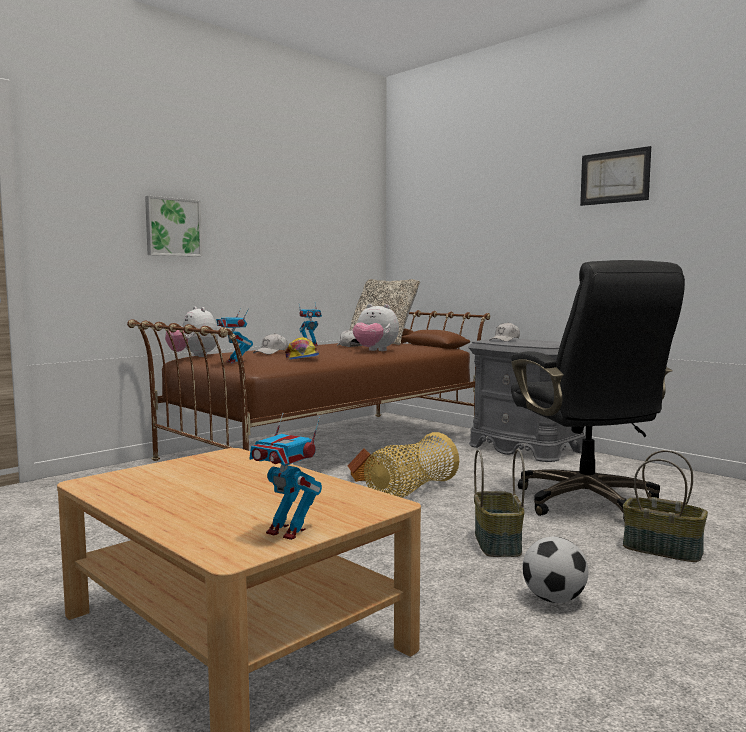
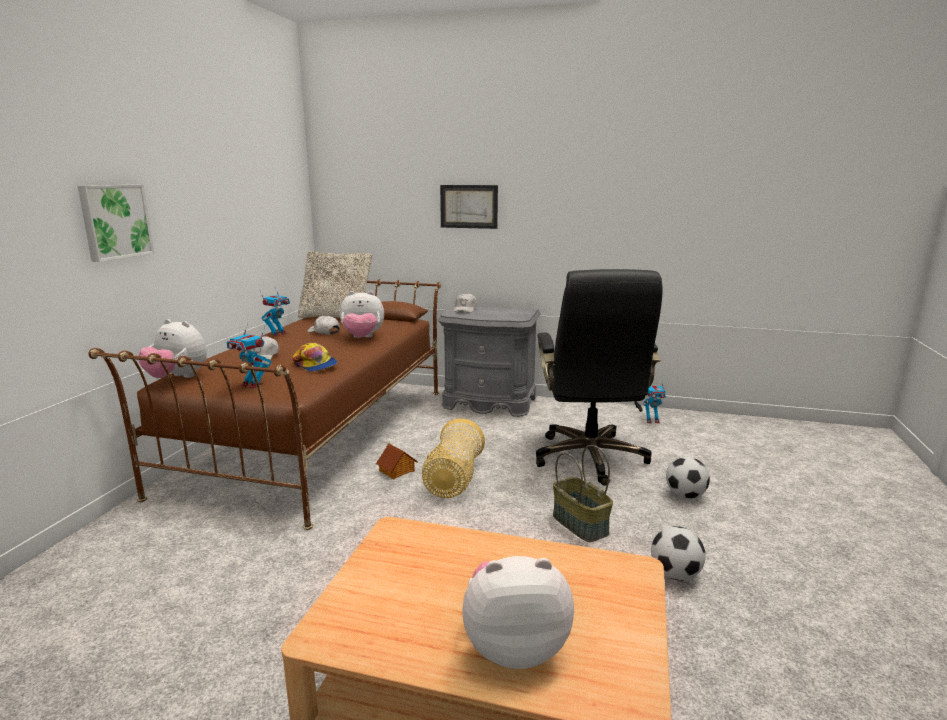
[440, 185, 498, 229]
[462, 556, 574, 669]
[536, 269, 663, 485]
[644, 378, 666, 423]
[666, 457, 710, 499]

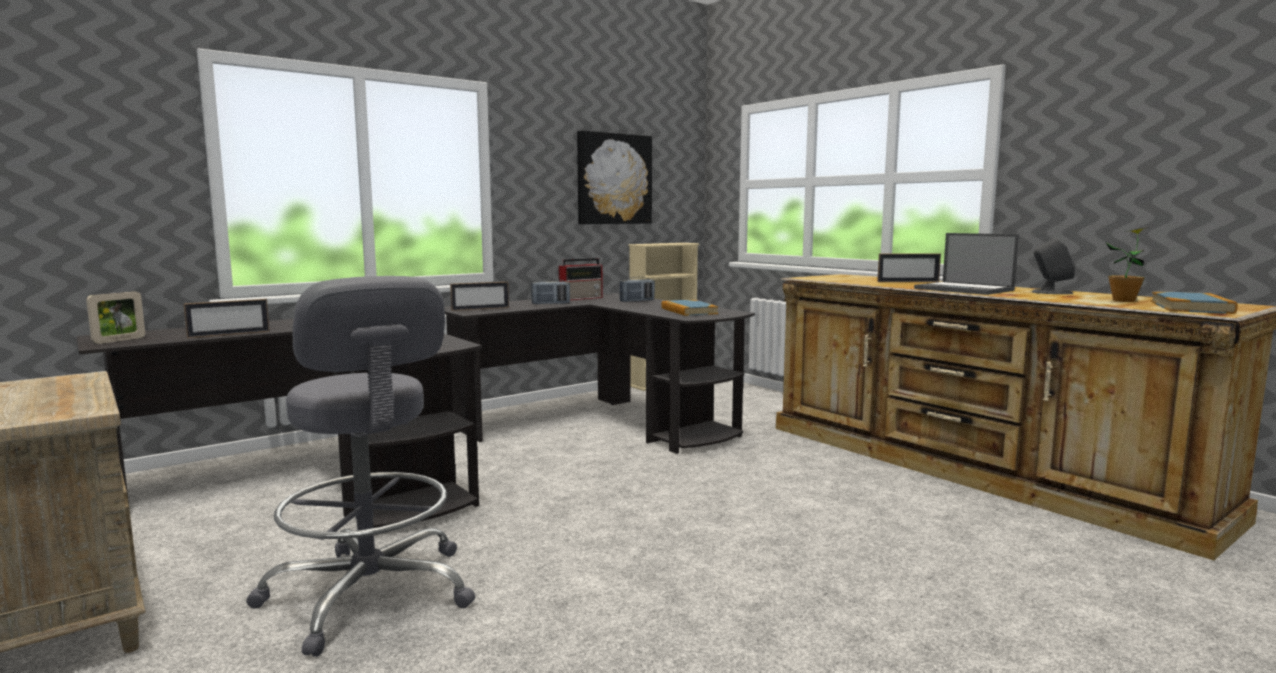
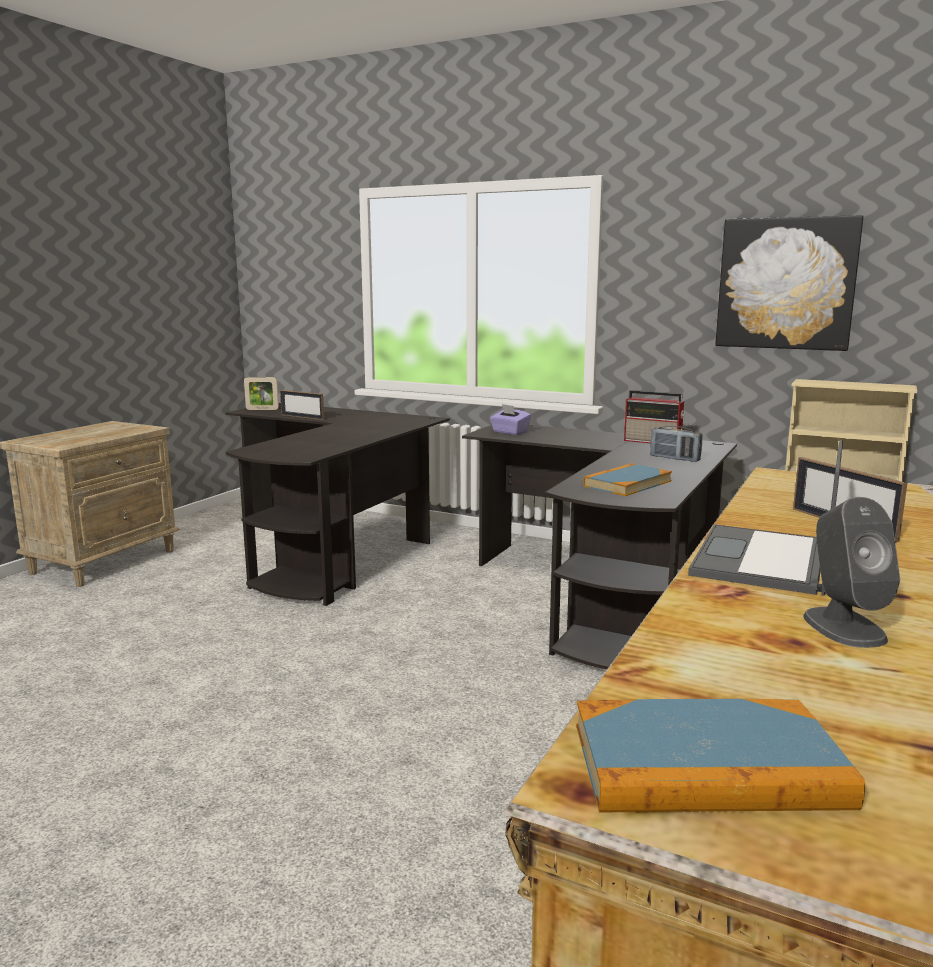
[490, 404, 531, 435]
[246, 276, 475, 657] (first image)
[531, 279, 570, 305] (first image)
[1106, 227, 1149, 302] (first image)

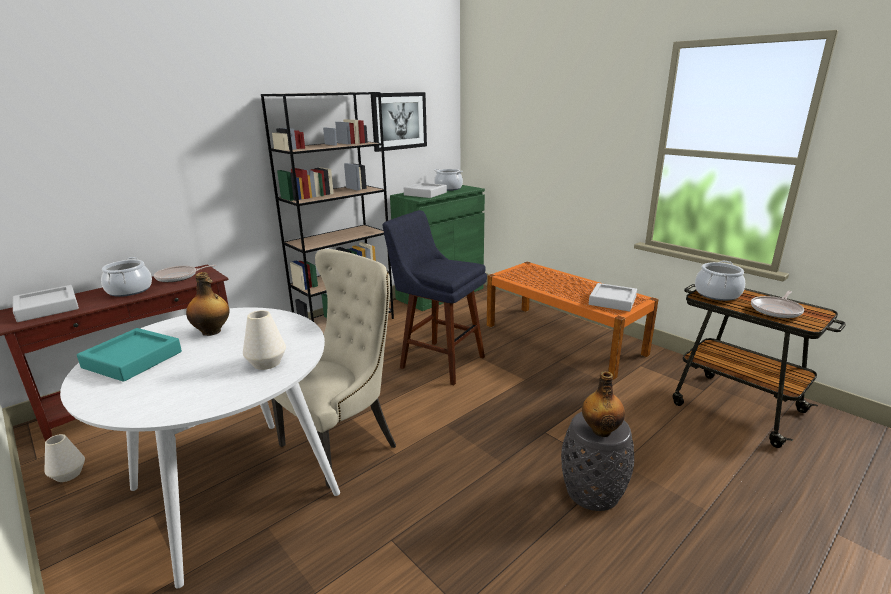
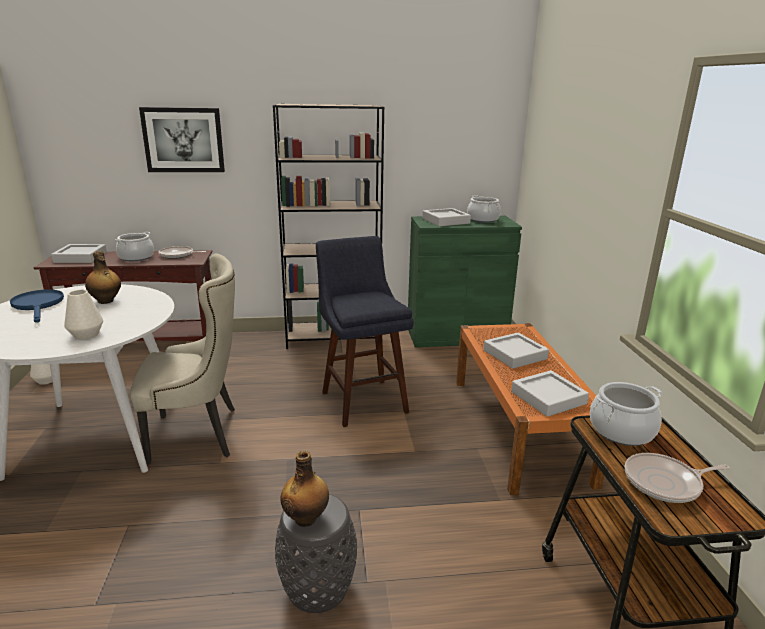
[10, 289, 64, 323]
[139, 107, 225, 172]
[483, 333, 549, 369]

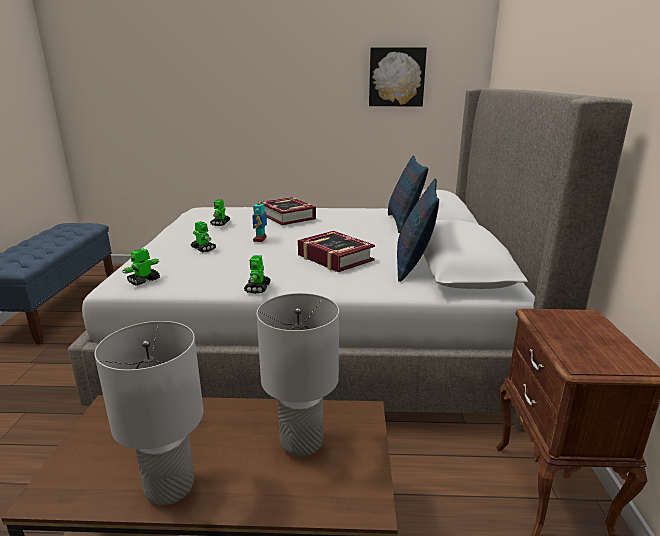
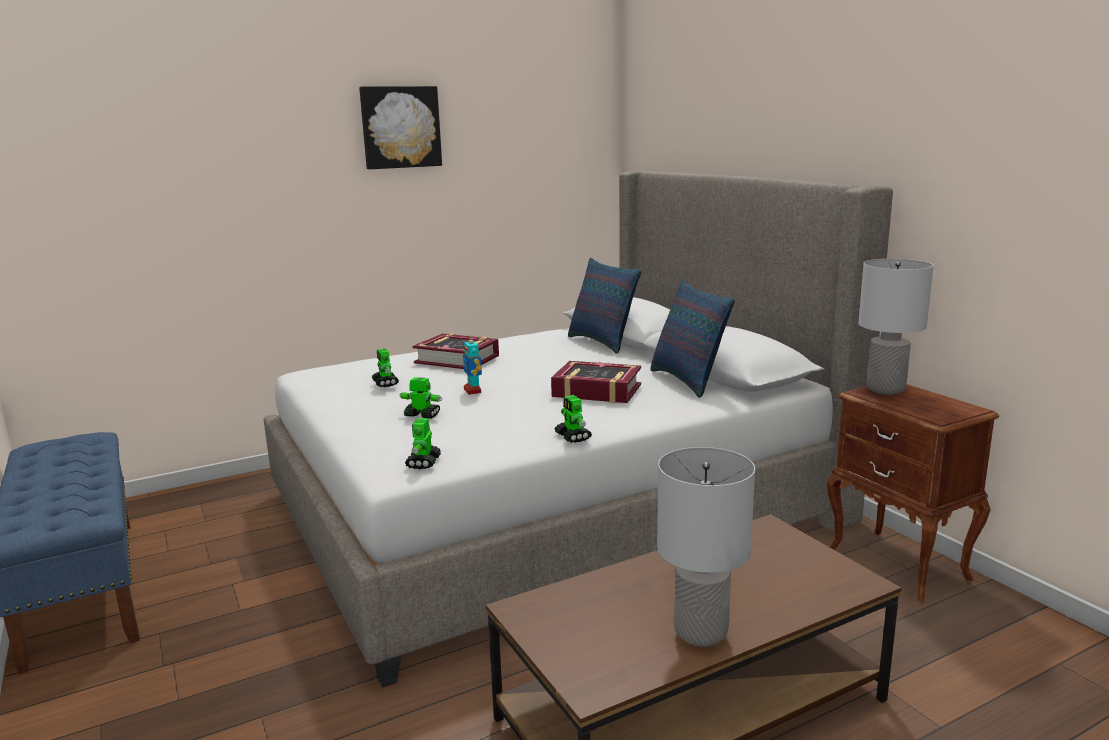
[359, 86, 442, 169]
[858, 259, 934, 395]

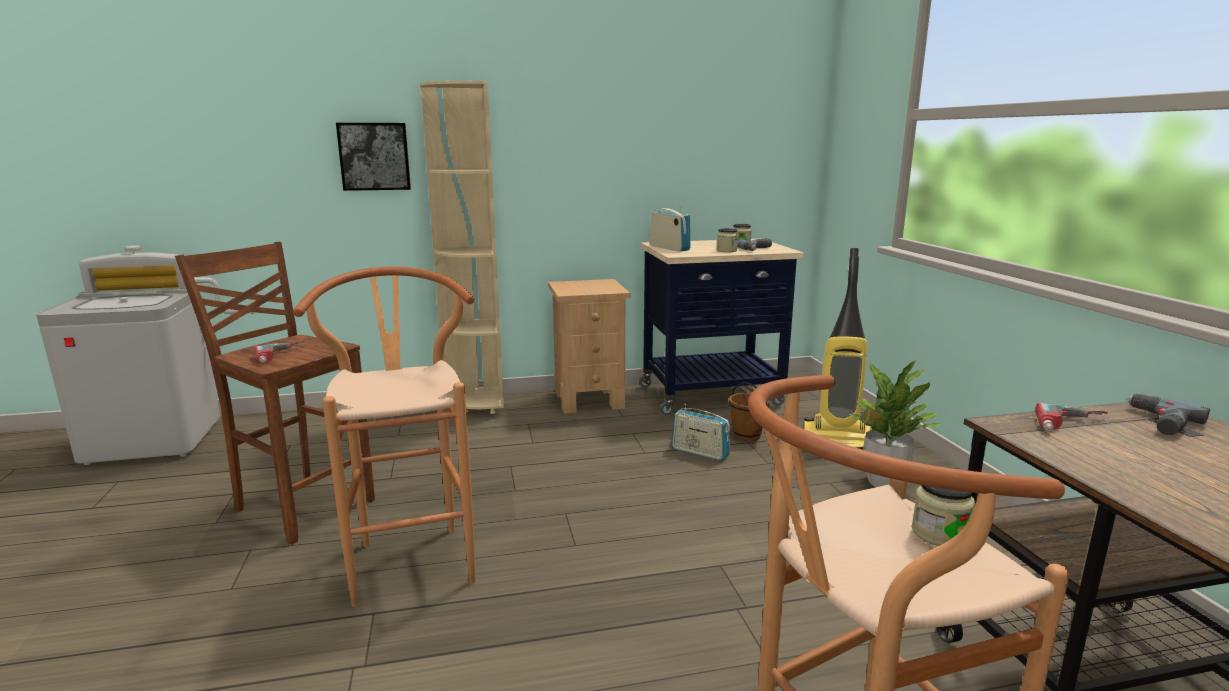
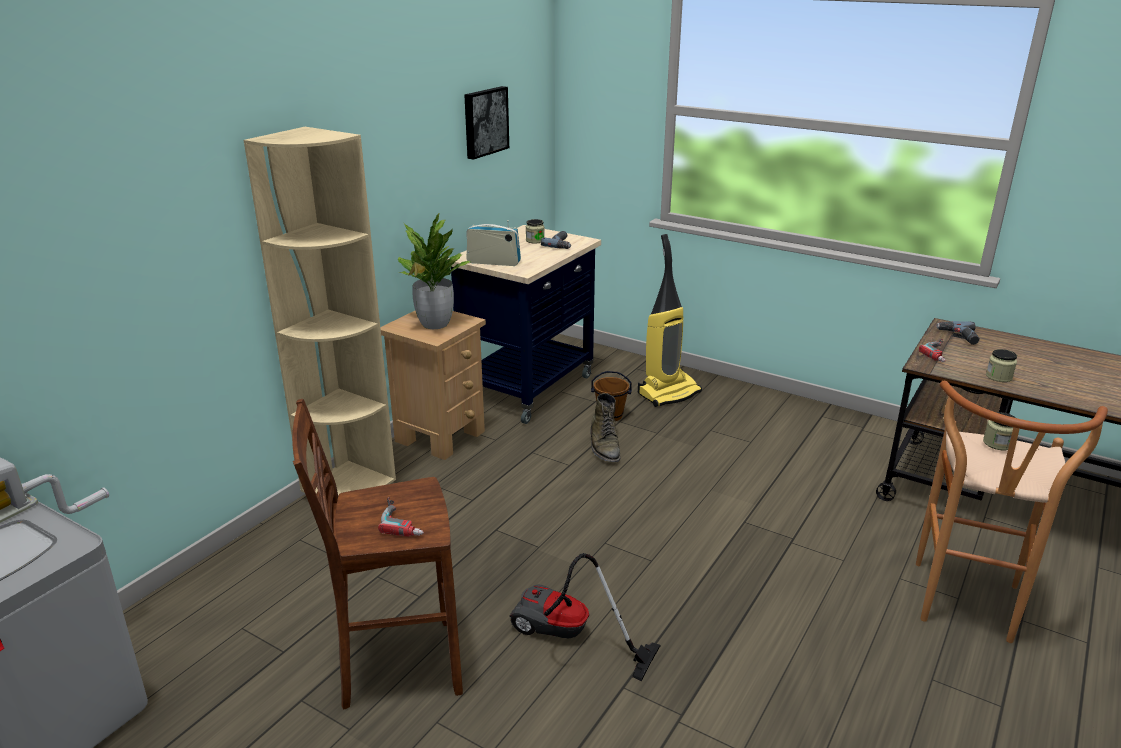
[398, 213, 470, 329]
[464, 86, 509, 160]
[510, 553, 661, 681]
[590, 393, 620, 462]
[986, 349, 1017, 382]

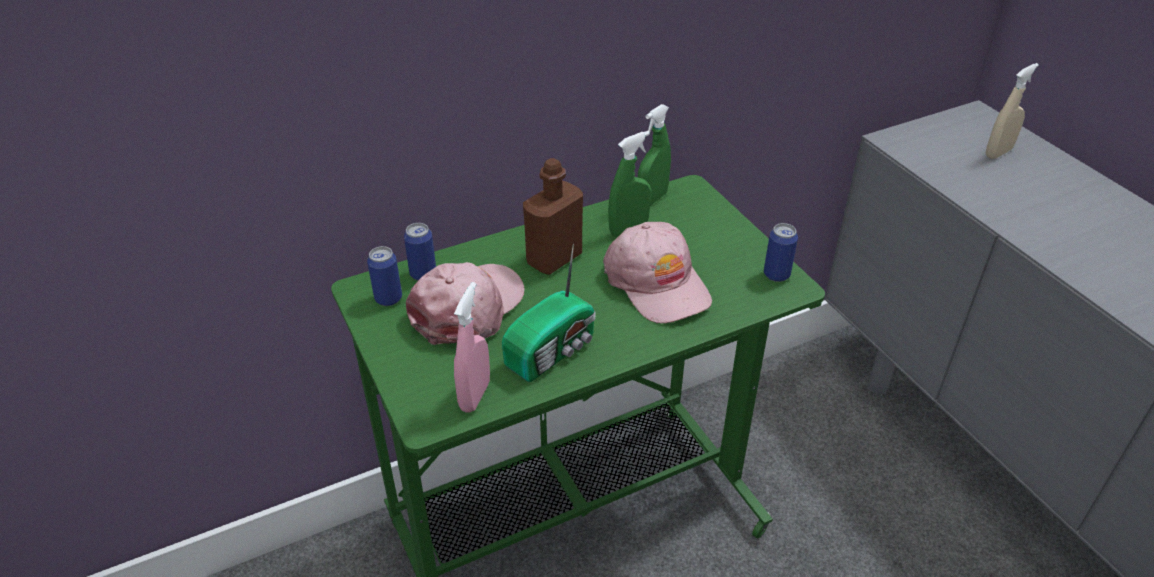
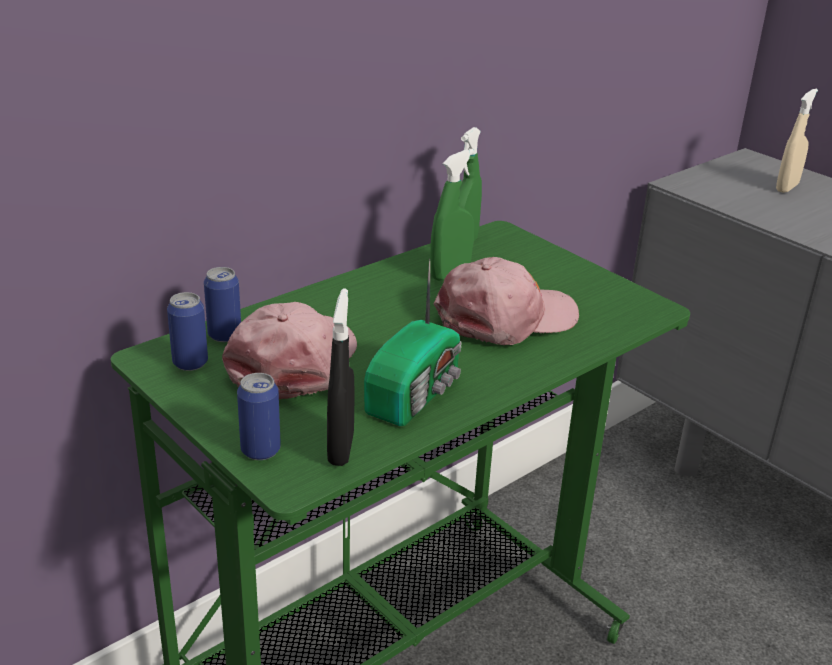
[237, 373, 281, 460]
[327, 288, 355, 466]
[434, 257, 579, 345]
[523, 158, 583, 275] (first image)

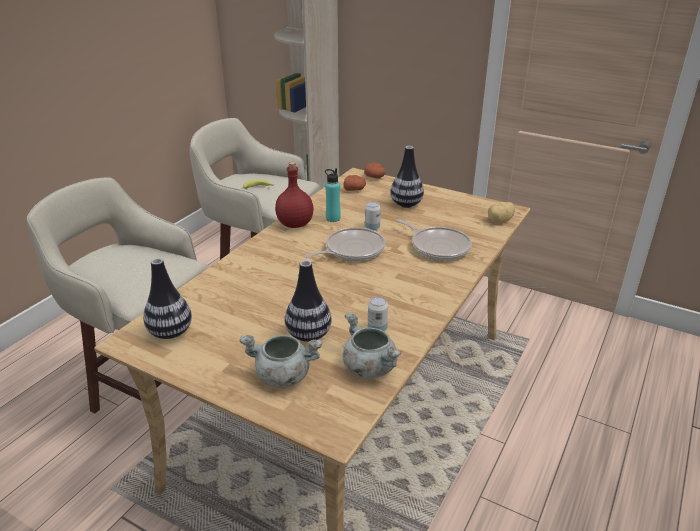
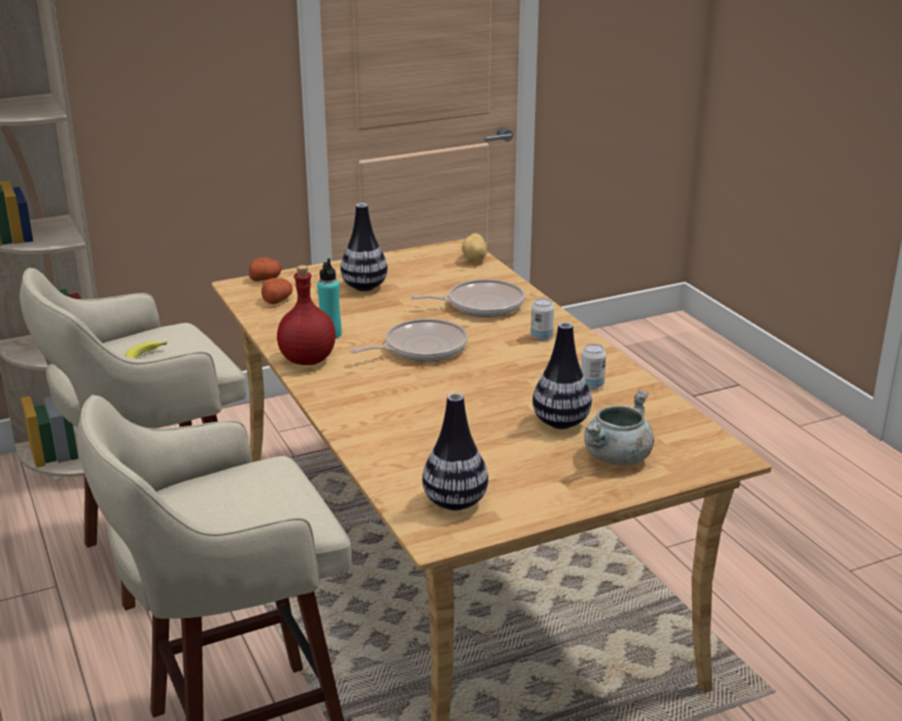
[350, 318, 468, 361]
[531, 298, 554, 341]
[343, 313, 402, 379] (first image)

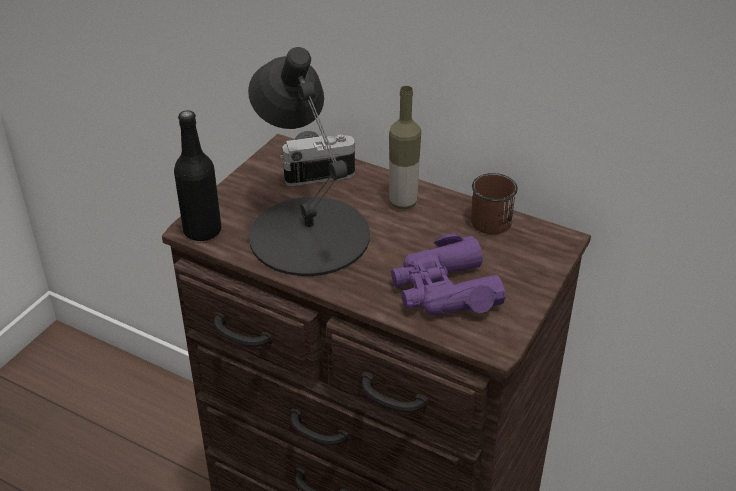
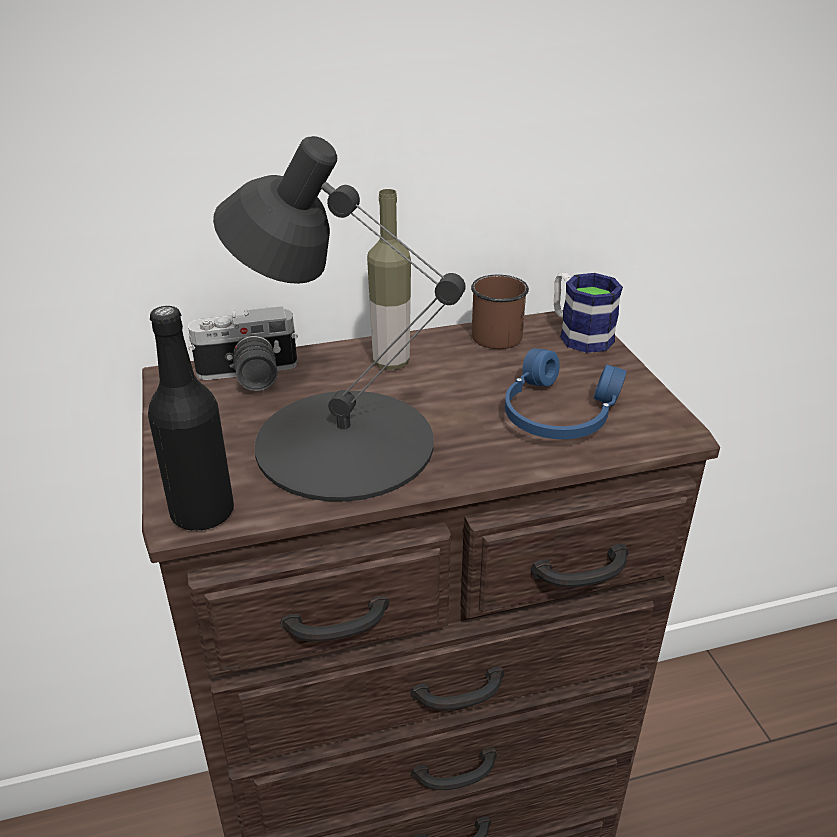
[188, 306, 298, 391]
[505, 348, 626, 439]
[554, 273, 623, 353]

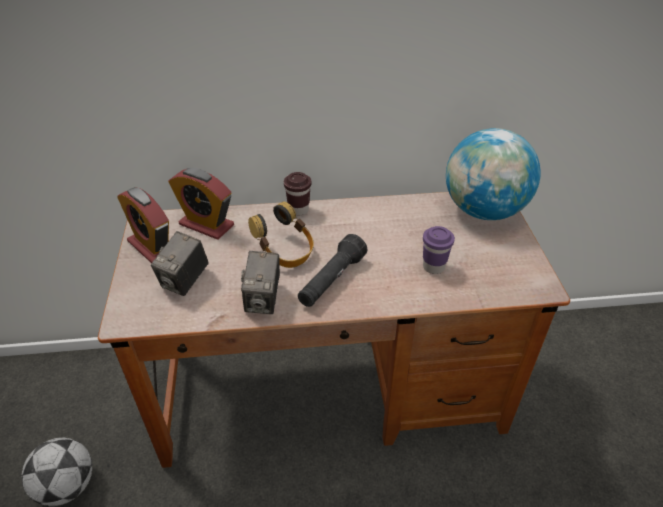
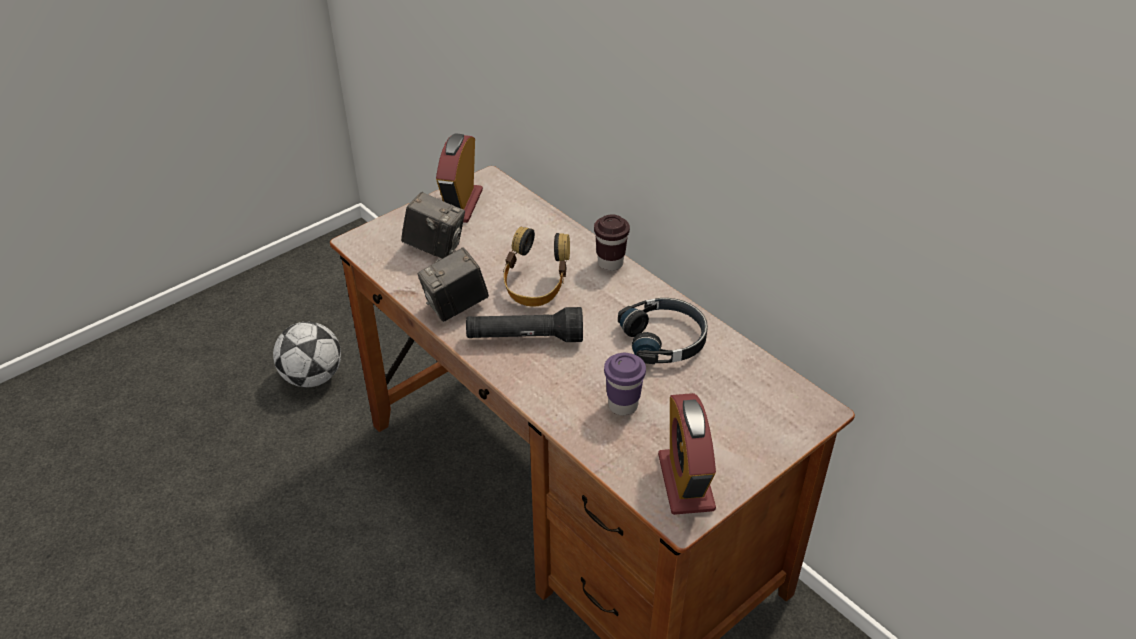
[401, 192, 465, 259]
[618, 298, 708, 364]
[658, 393, 716, 515]
[446, 128, 541, 220] (first image)

